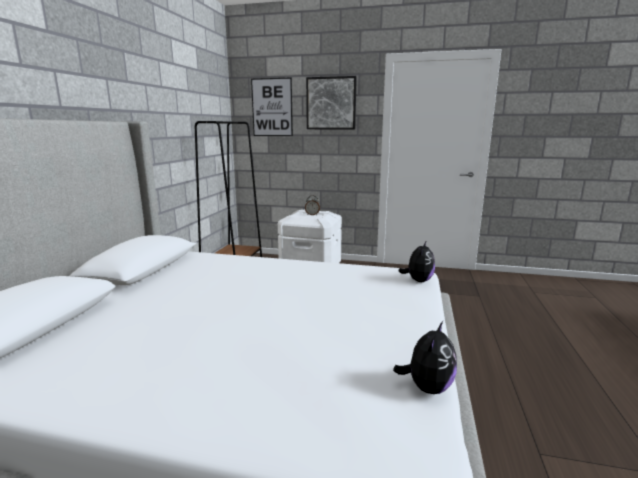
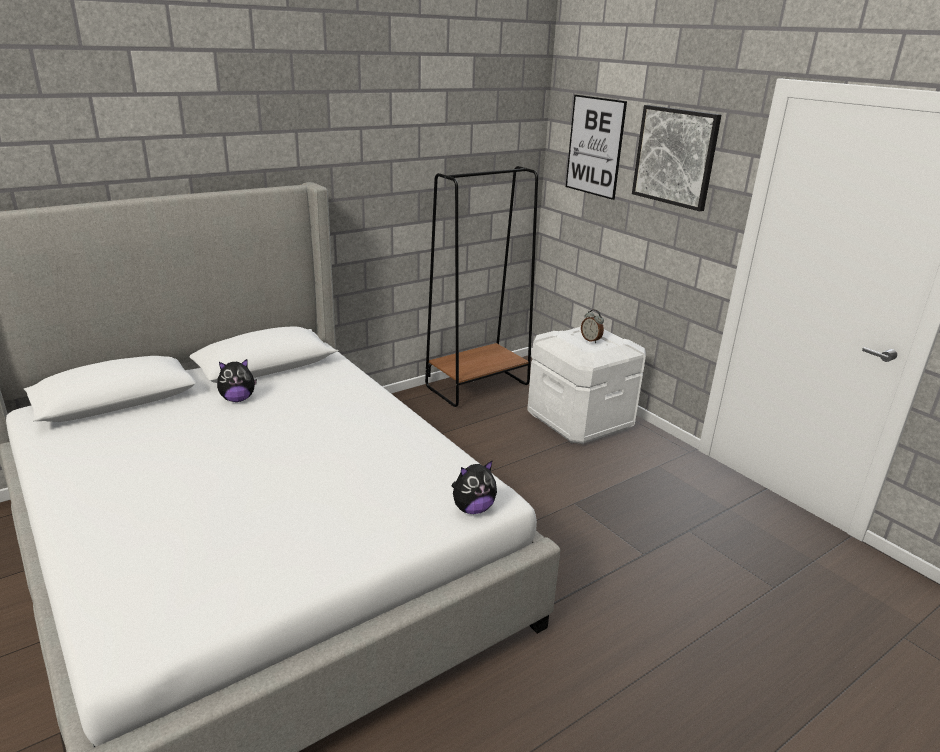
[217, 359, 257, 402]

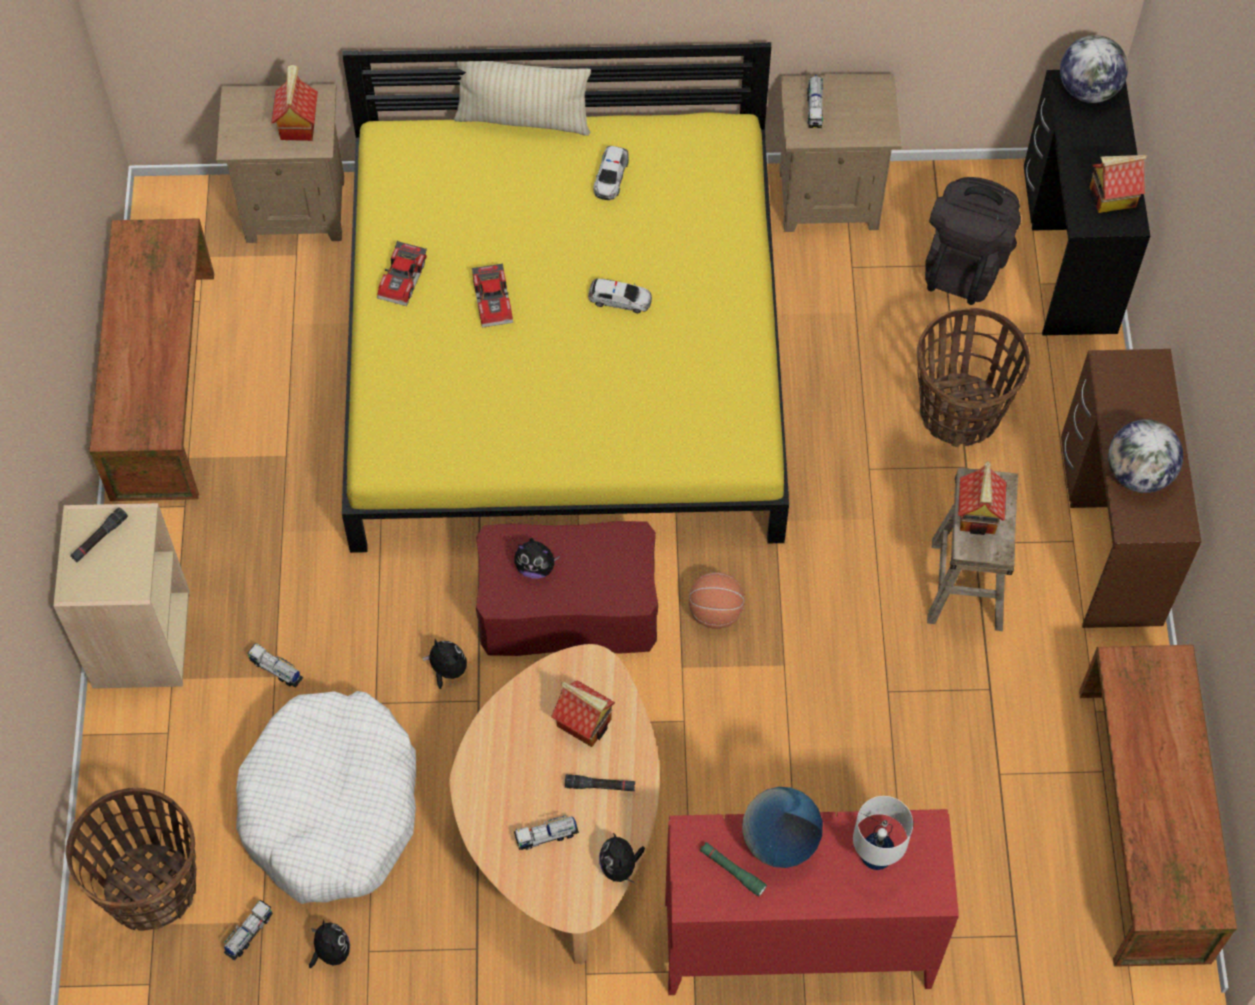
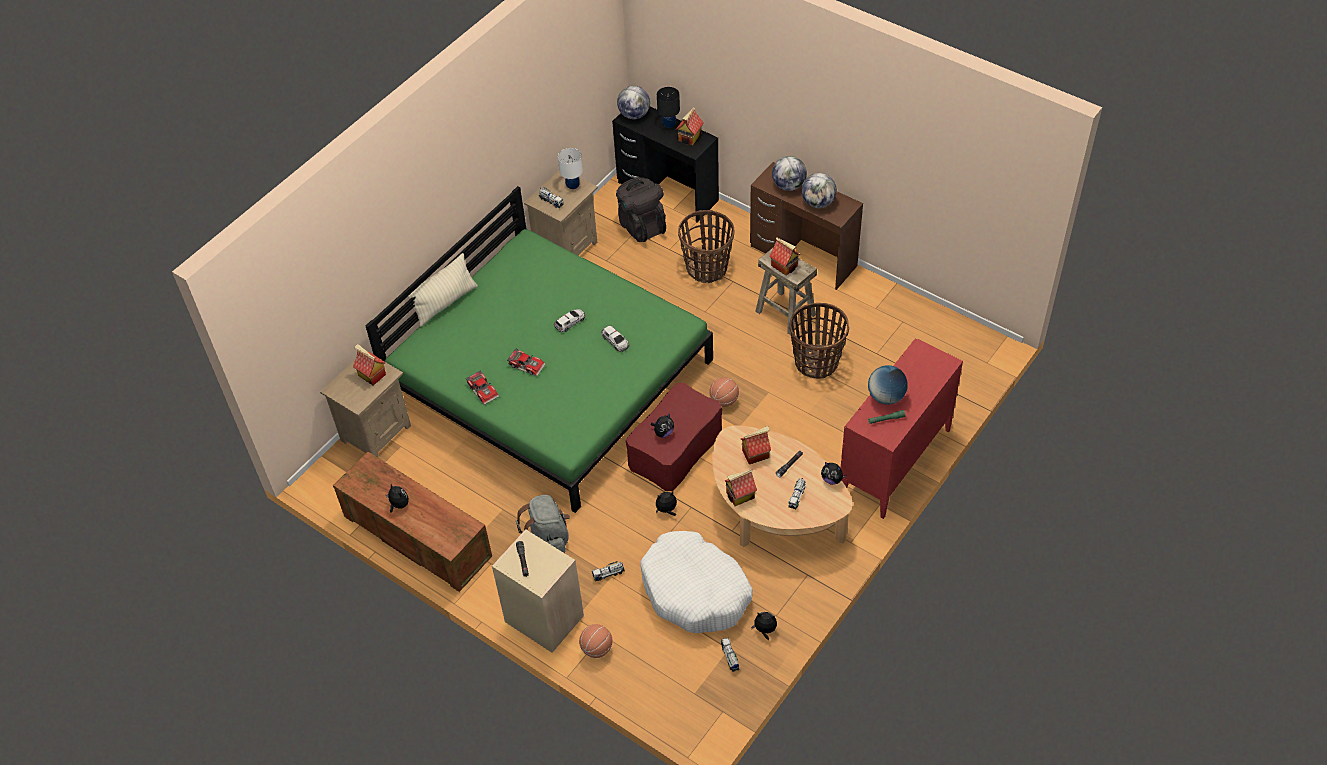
[366, 186, 713, 513]
[386, 484, 409, 513]
[516, 495, 570, 553]
[558, 148, 583, 189]
[579, 624, 612, 658]
[601, 325, 629, 352]
[657, 87, 680, 128]
[724, 469, 757, 506]
[772, 156, 807, 191]
[789, 303, 849, 379]
[1079, 645, 1237, 967] (first image)

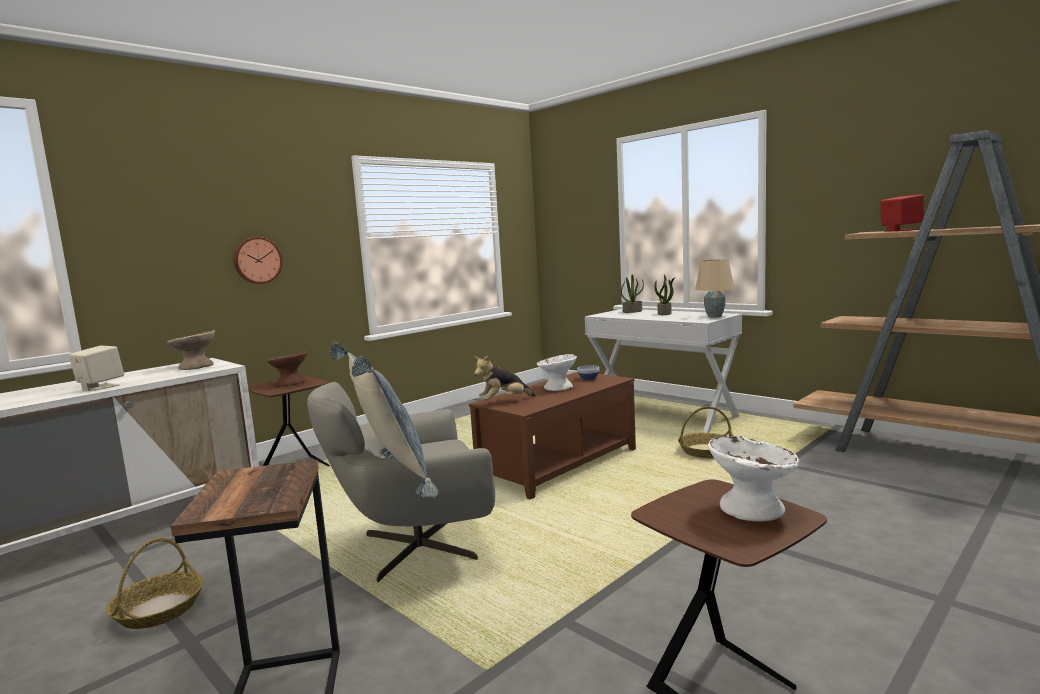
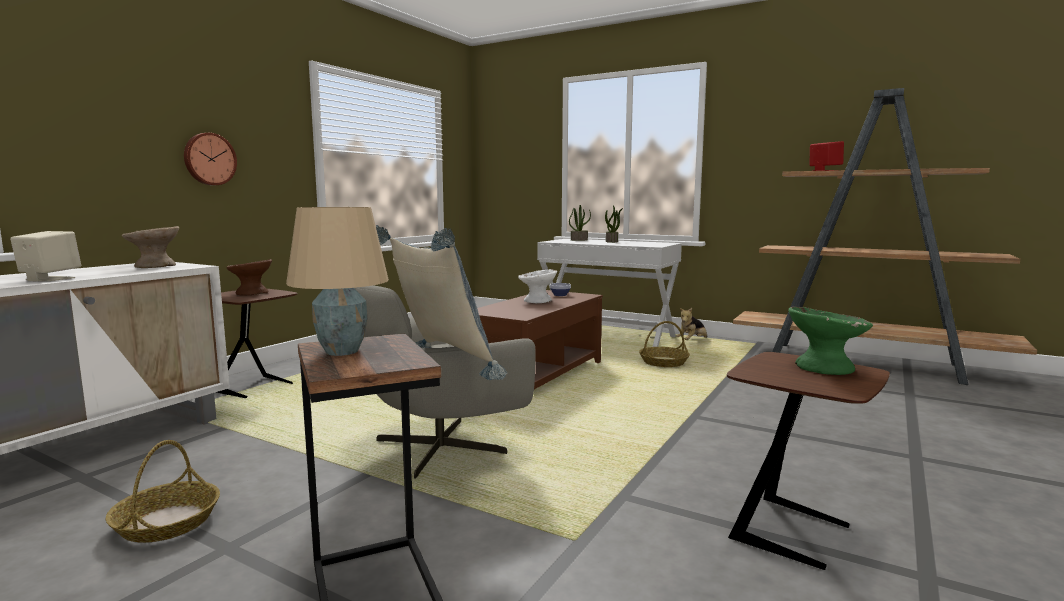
[286, 207, 389, 356]
[676, 308, 707, 340]
[788, 307, 873, 375]

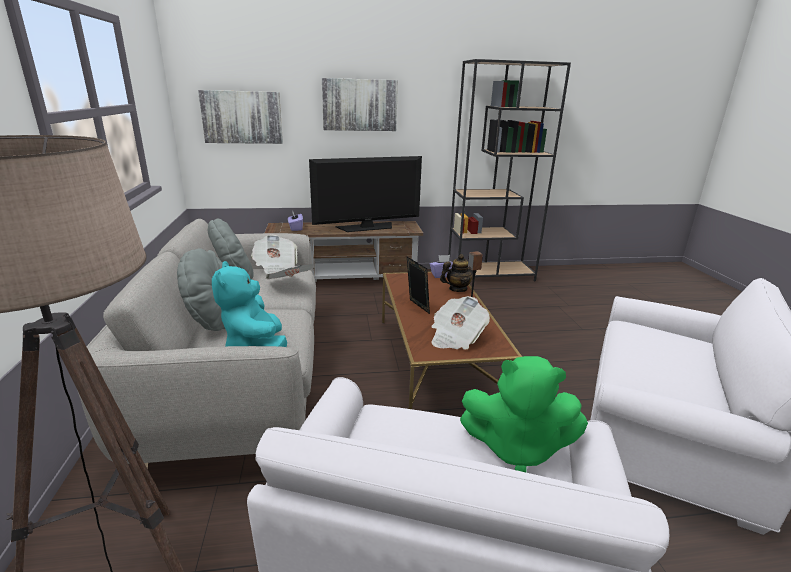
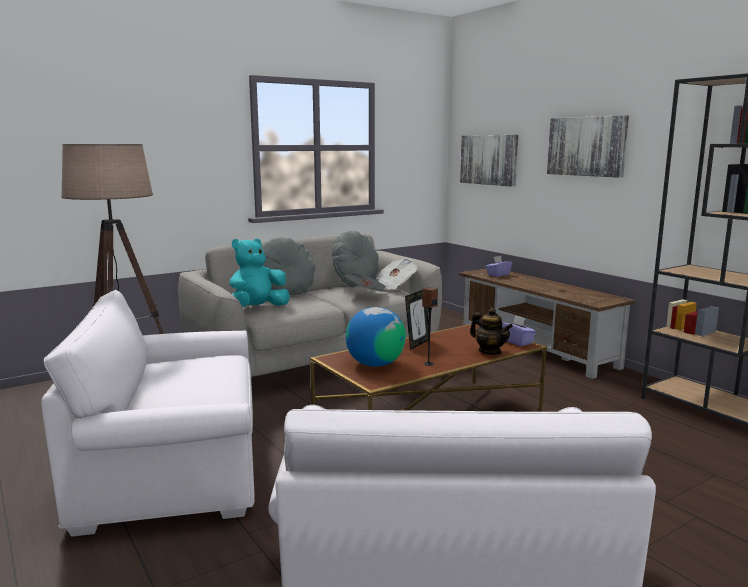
[346, 307, 406, 367]
[309, 156, 422, 232] (first image)
[460, 356, 588, 473] (first image)

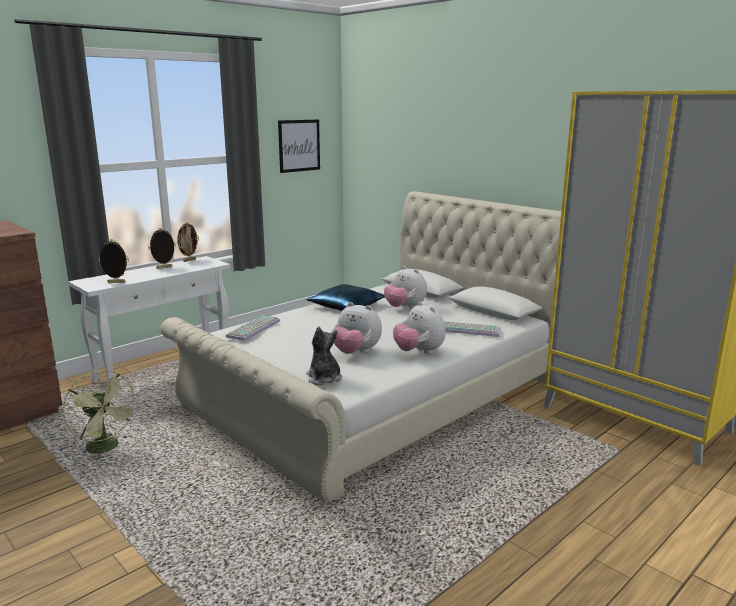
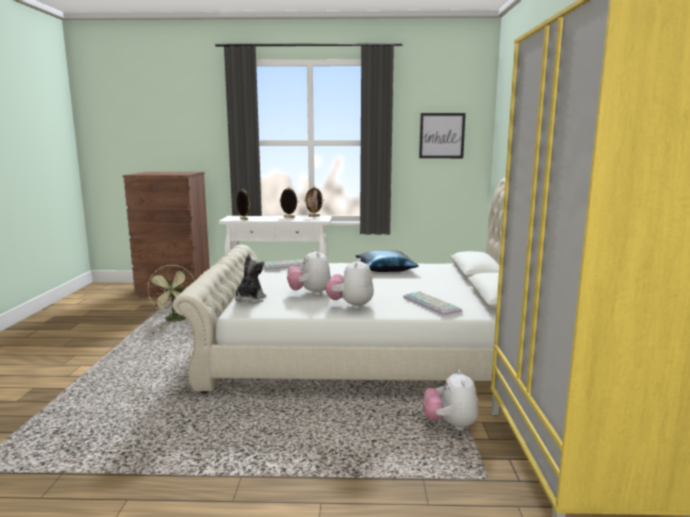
[423, 370, 478, 430]

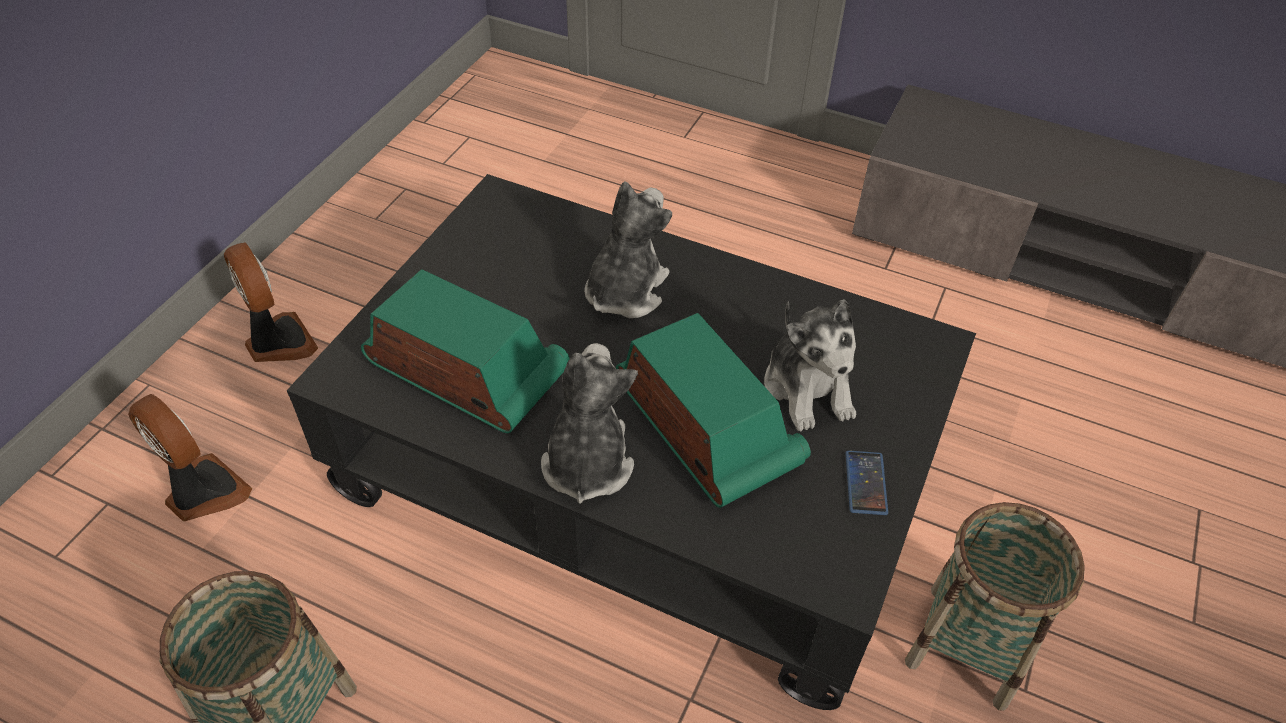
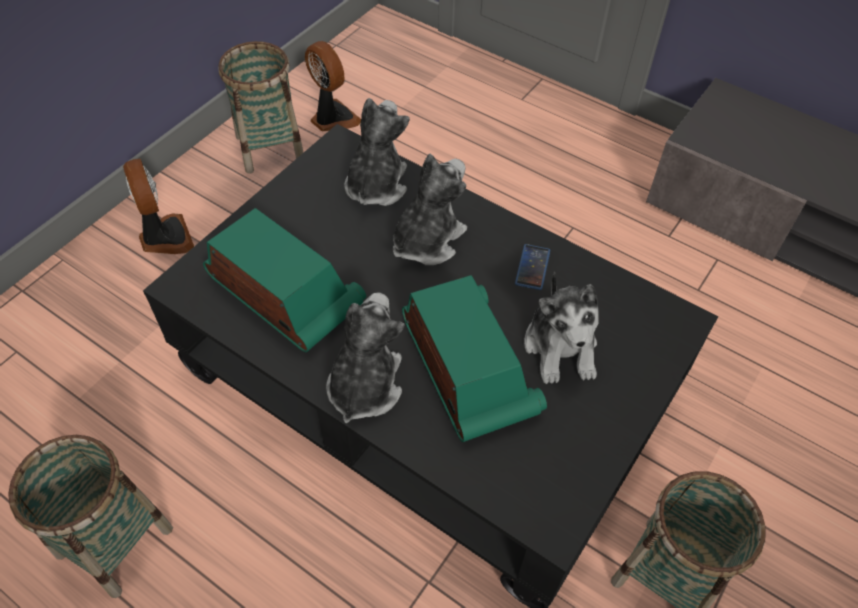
[218, 41, 304, 174]
[305, 41, 361, 131]
[344, 98, 410, 206]
[515, 244, 550, 290]

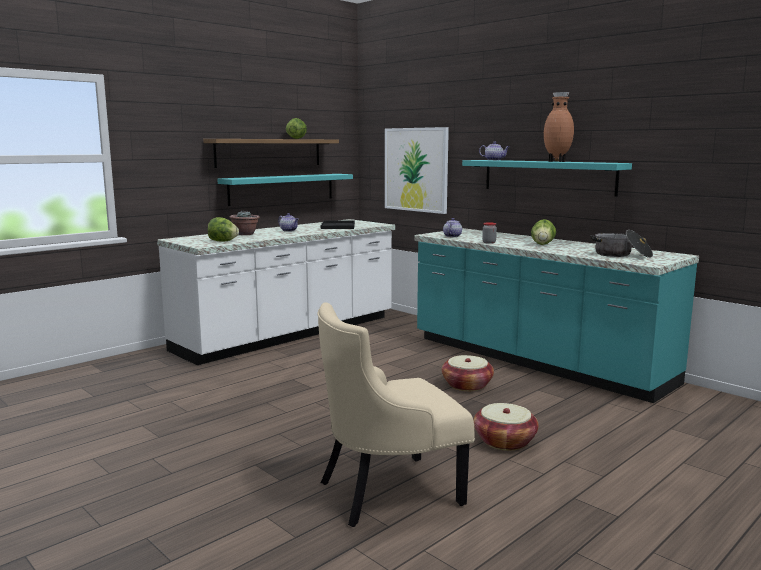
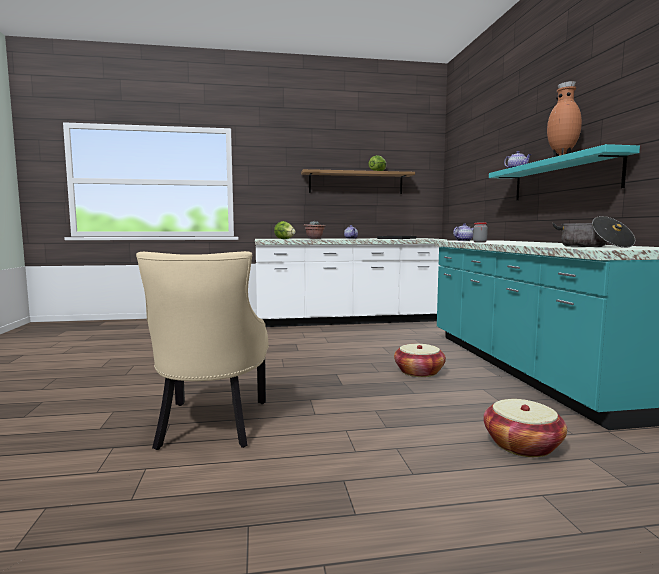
[136, 251, 269, 450]
[483, 399, 567, 457]
[217, 174, 353, 206] (first image)
[385, 127, 449, 214] (first image)
[531, 219, 556, 245] (first image)

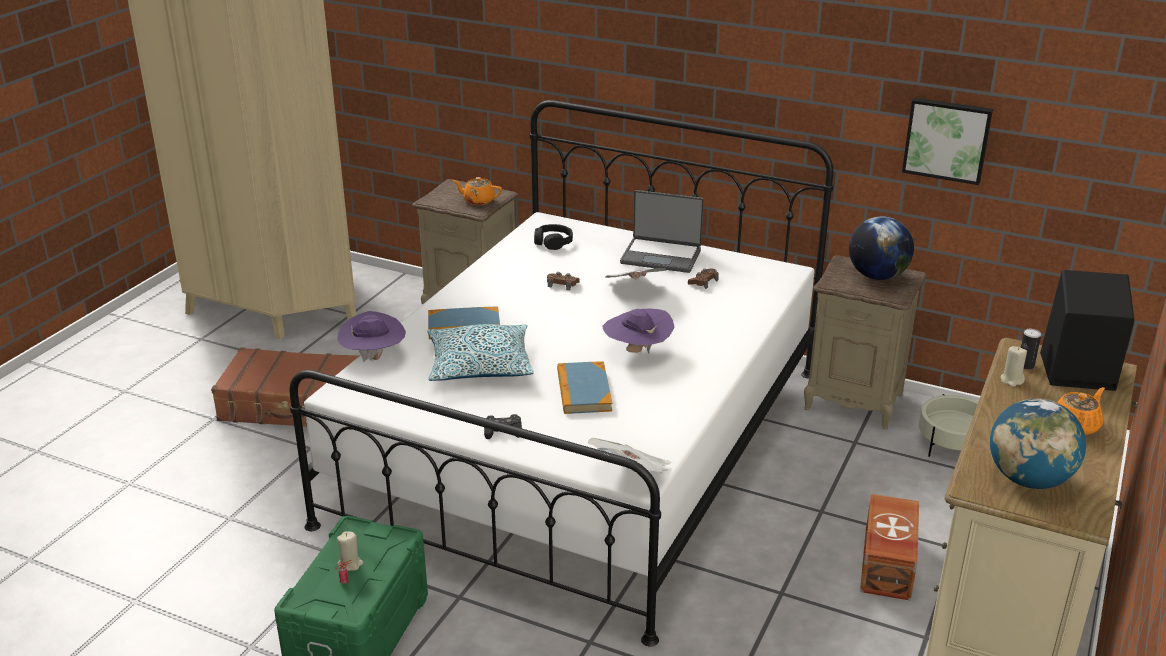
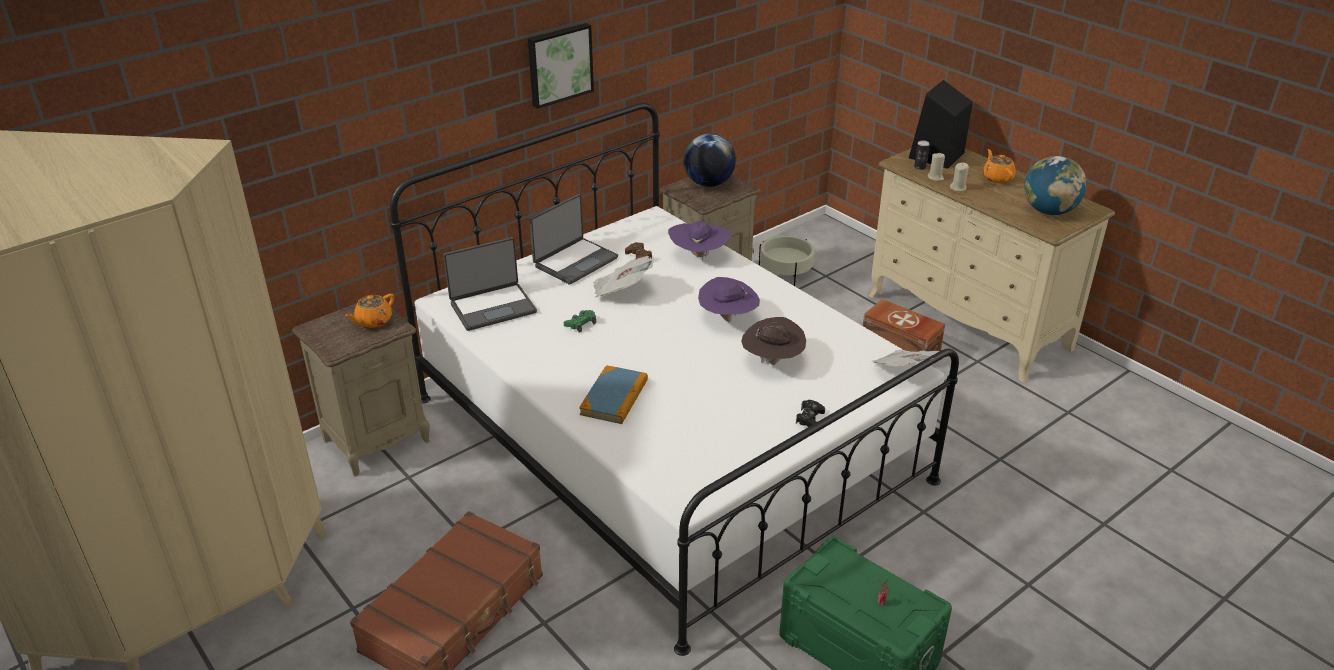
[443, 237, 537, 331]
[528, 23, 594, 109]
[564, 310, 596, 333]
[668, 221, 732, 261]
[741, 317, 806, 365]
[950, 162, 969, 192]
[427, 324, 534, 381] (first image)

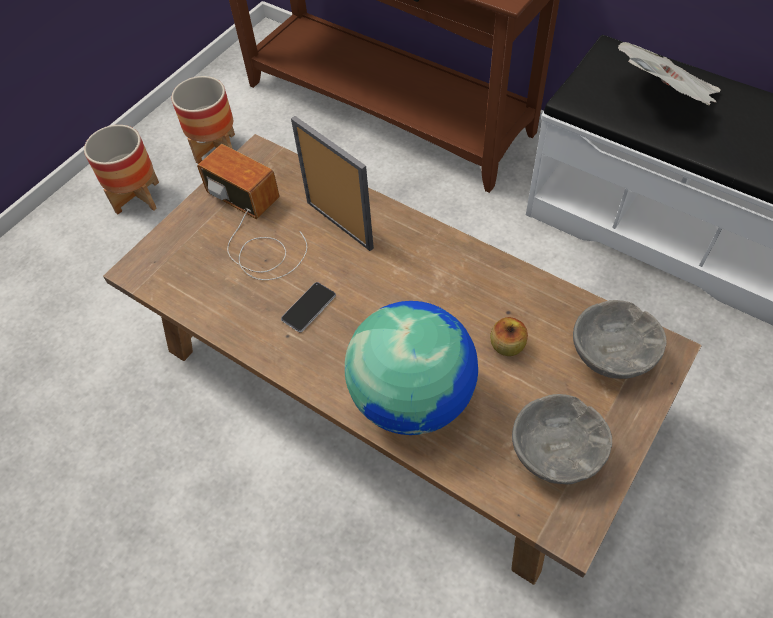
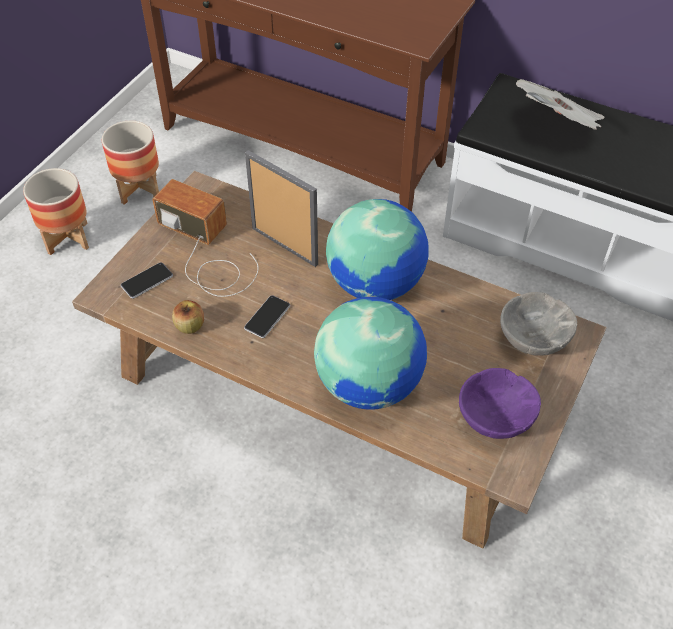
[121, 262, 173, 299]
[172, 300, 204, 334]
[326, 199, 429, 300]
[459, 368, 541, 439]

